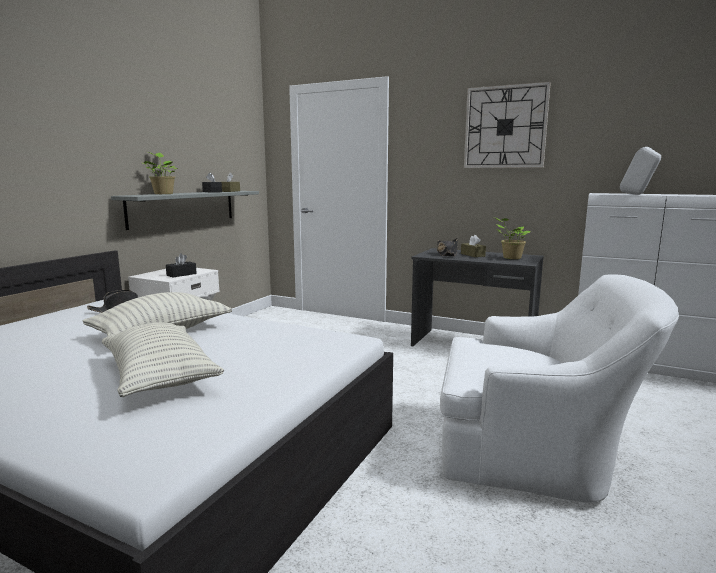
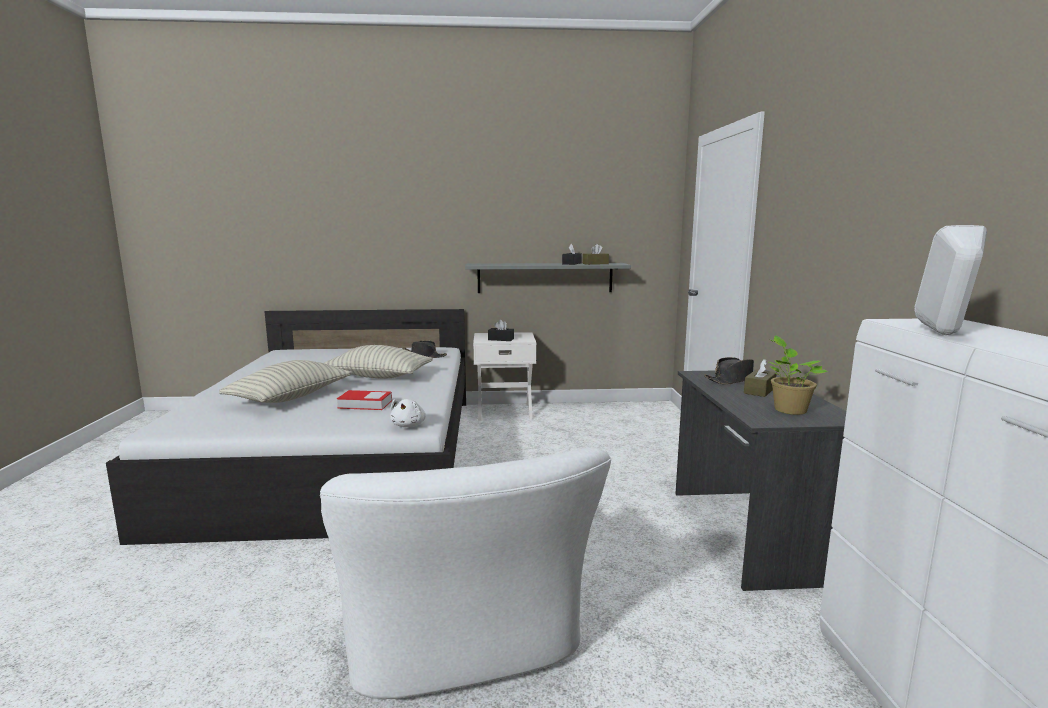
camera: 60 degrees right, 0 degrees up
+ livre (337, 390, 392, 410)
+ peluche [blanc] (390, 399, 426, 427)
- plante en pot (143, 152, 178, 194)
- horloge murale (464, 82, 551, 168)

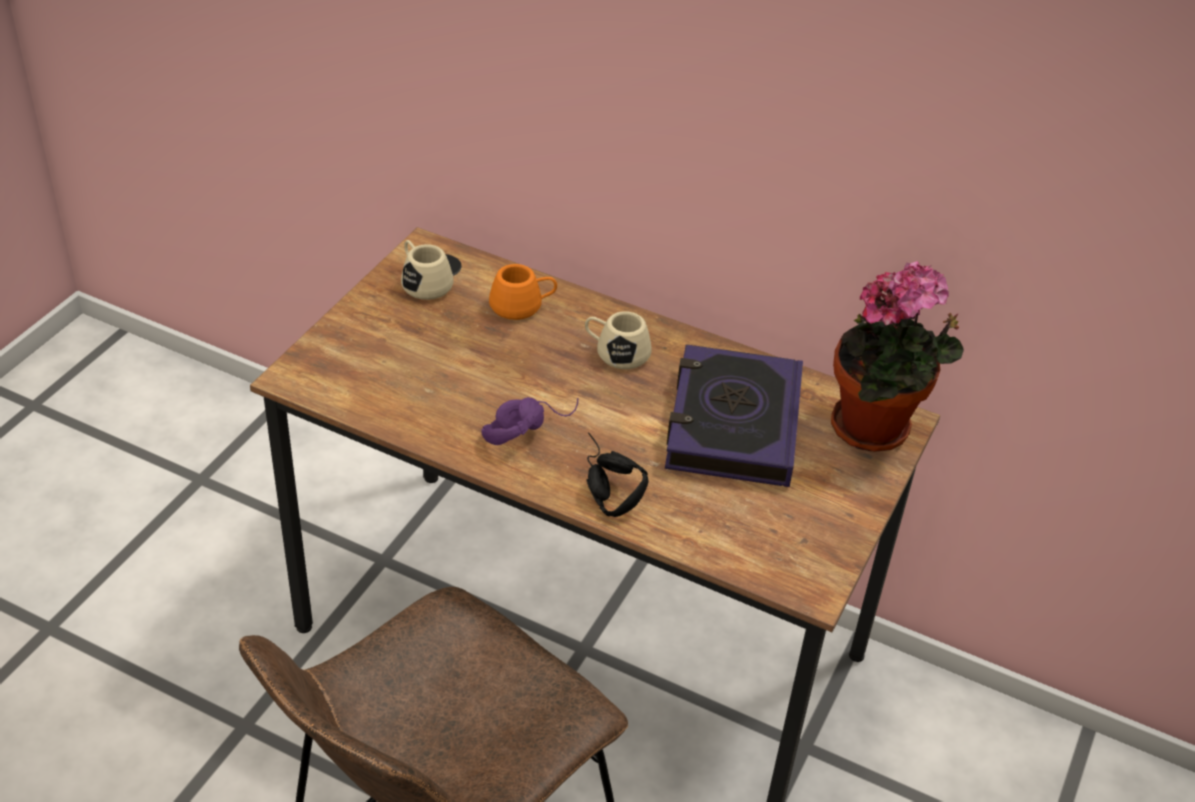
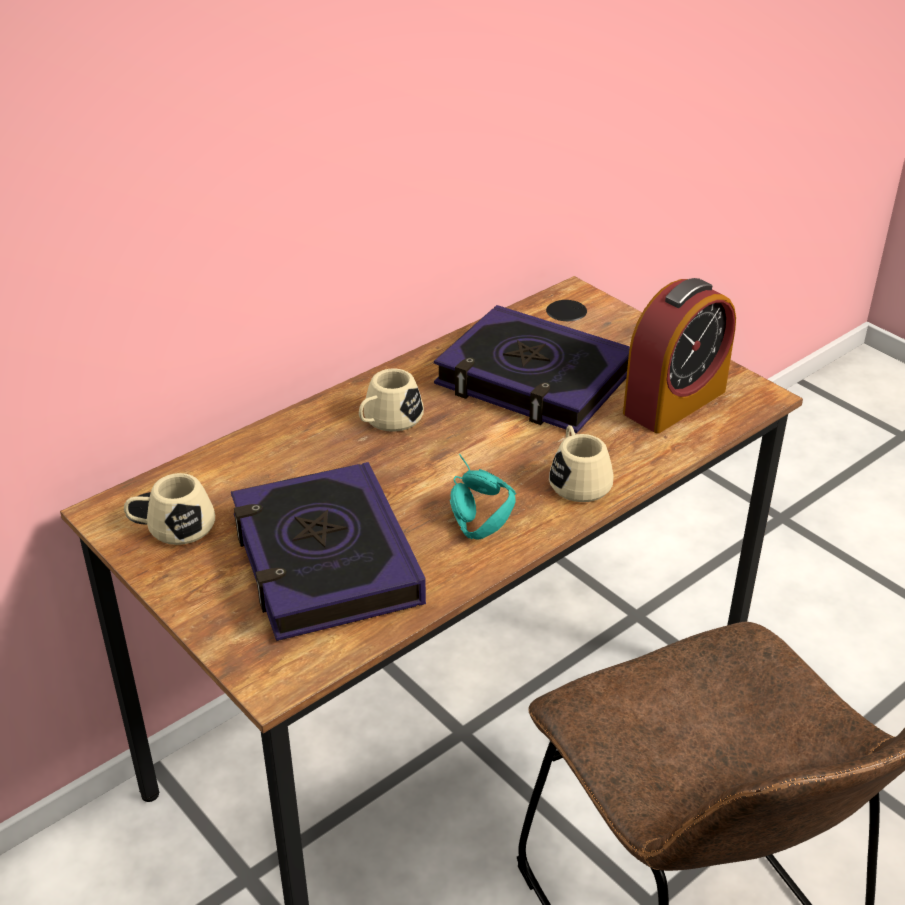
camera: 65 degrees left, 5 degrees down
+ livre (231, 462, 426, 641)
~ casque audio [violet] (481, 397, 578, 445) to casque audio [turquoise] (450, 454, 516, 539)
~ casque audio [noir] (587, 432, 649, 517) to mug [beige] (549, 425, 614, 502)
+ réveil (623, 278, 736, 433)
- mug [orange] (489, 264, 557, 320)
- plante en pot (831, 261, 964, 452)

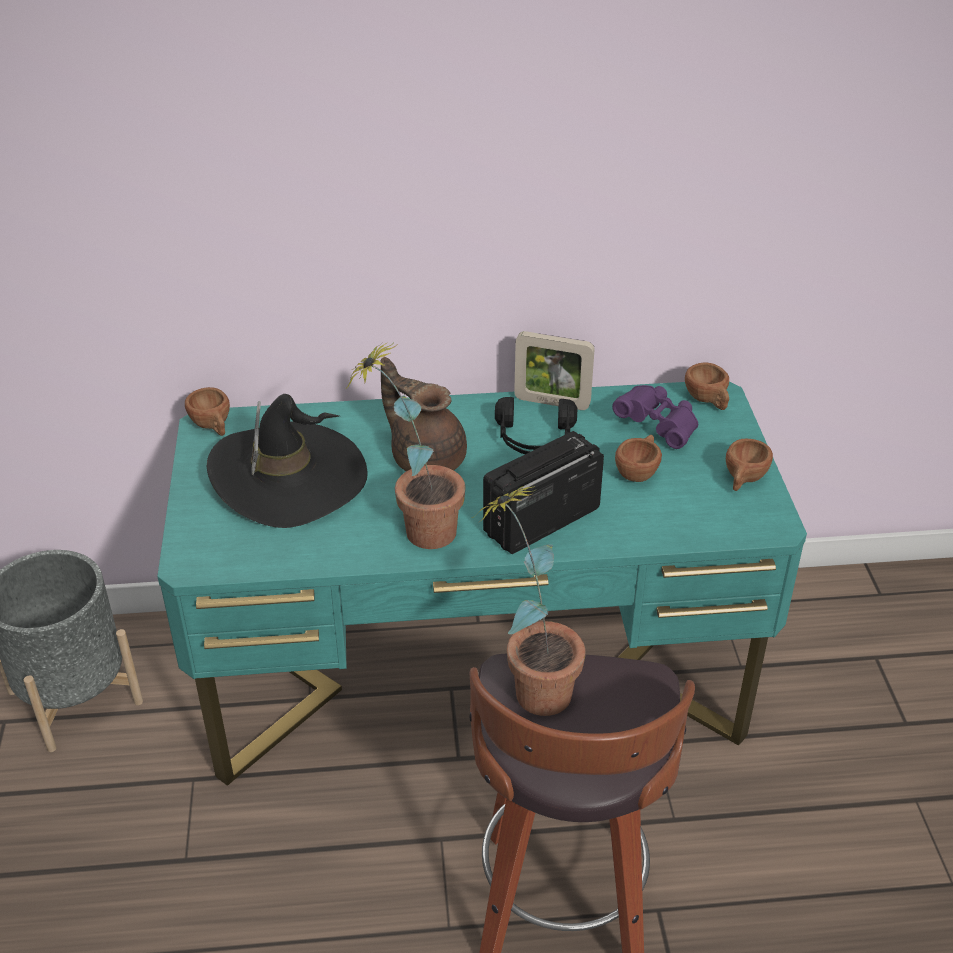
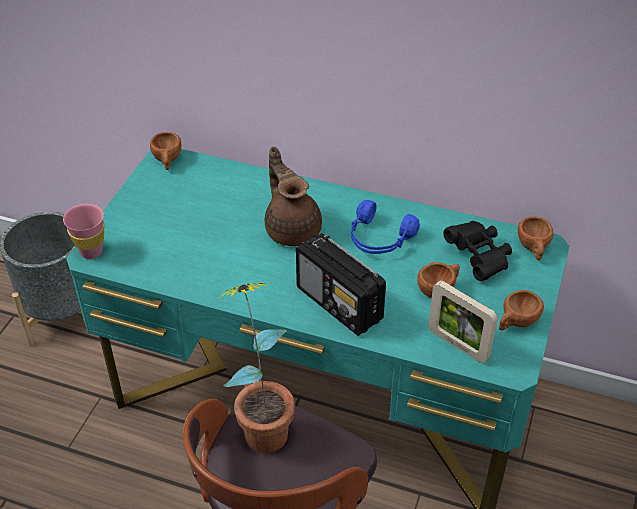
camera: 25 degrees right, 5 degrees up
+ tasse [rose] (63, 204, 104, 259)
~ radio (483, 431, 604, 554) = (296, 233, 386, 336) 120 degrees counterclockwise
~ casque audio [noir] (495, 397, 577, 454) to casque audio [bleu] (351, 200, 420, 254)
~ cadre photo (514, 331, 595, 410) to (428, 280, 498, 363)
~ jumelles [violet] (612, 385, 698, 449) to jumelles [noir] (443, 221, 512, 281)
- chapeau [noir] (207, 394, 368, 528)
- plante en pot (348, 342, 466, 549)

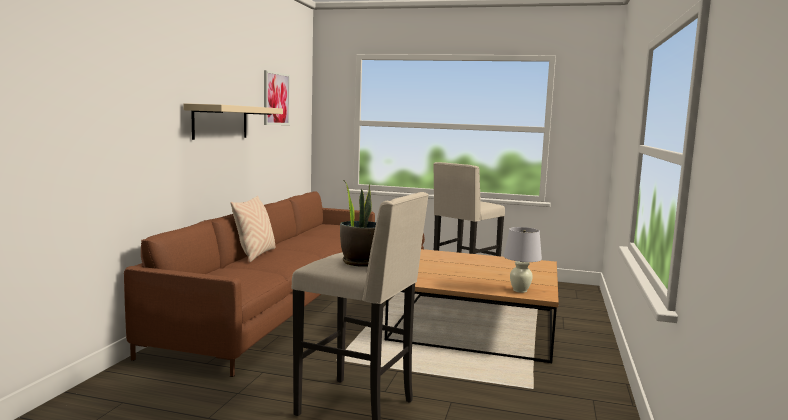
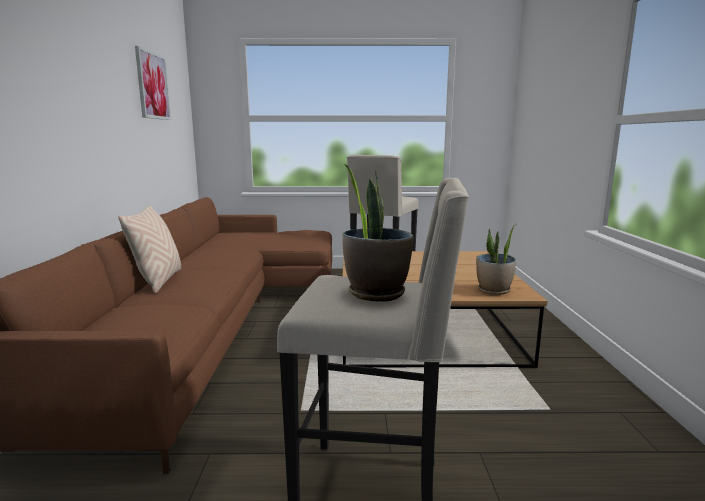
camera: 15 degrees left, 5 degrees up
~ lampe de table [blanc] (504, 227, 542, 293) to plante en pot (476, 224, 516, 295)
- étagère [beige] (183, 103, 283, 140)

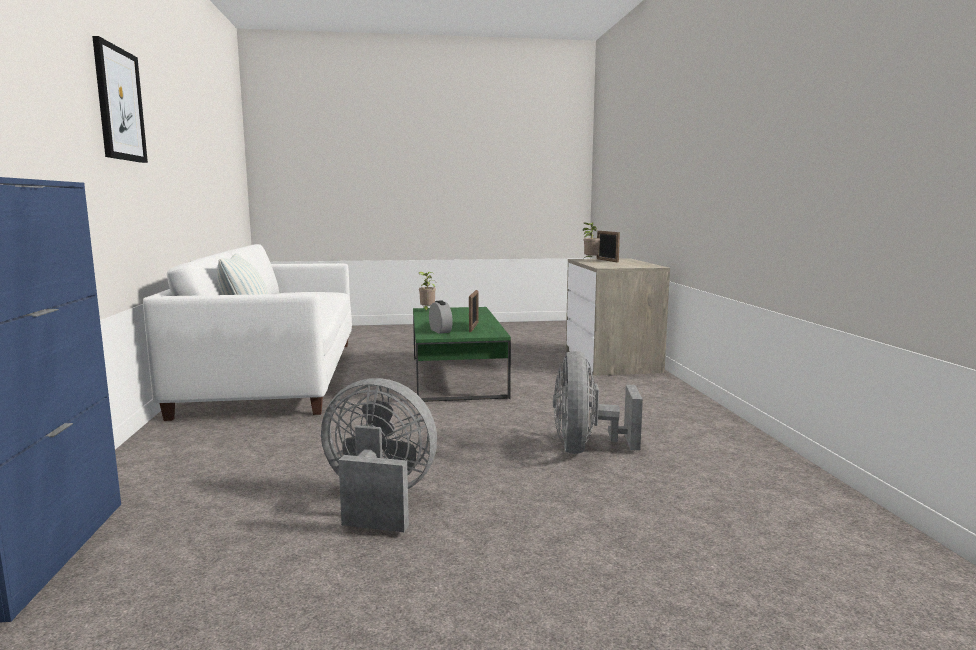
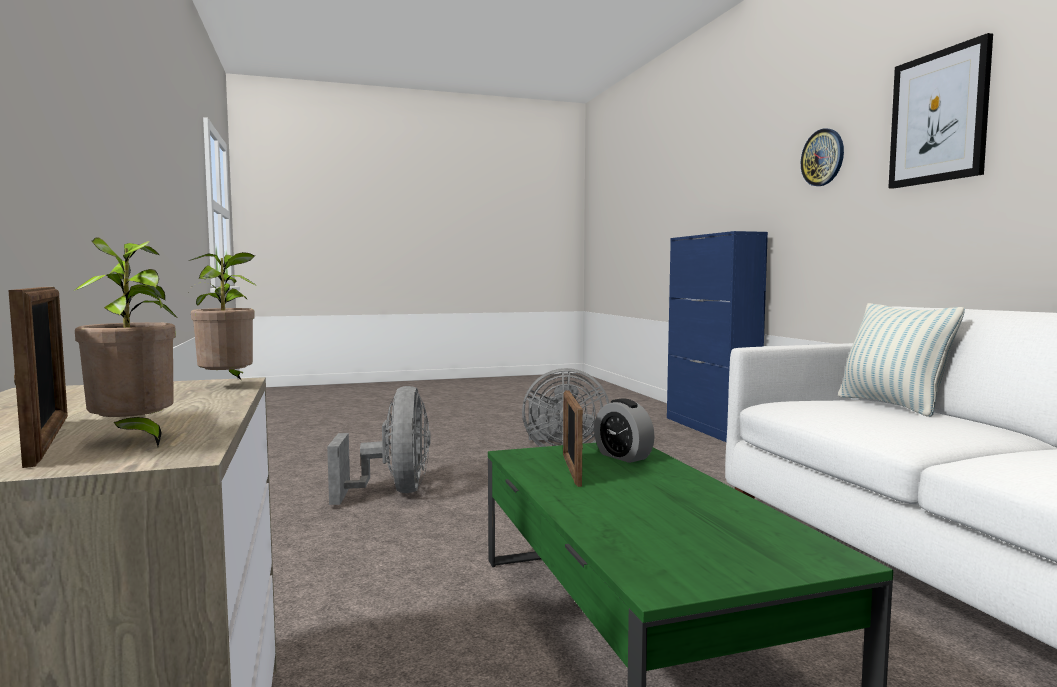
camera: 170 degrees right, 5 degrees down
~ plante en pot (419, 272, 436, 312) to (188, 252, 255, 380)
+ horloge murale (801, 129, 844, 186)

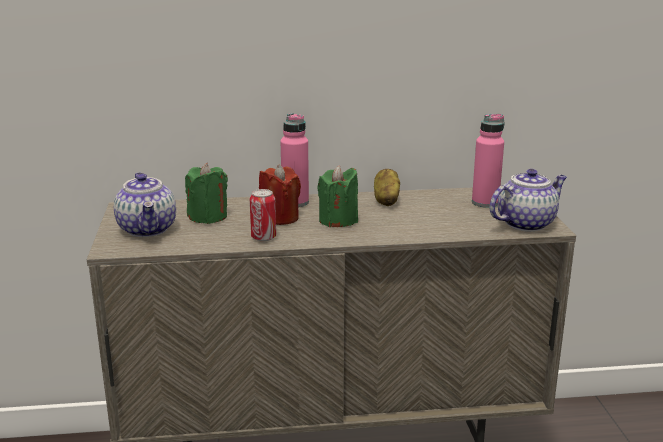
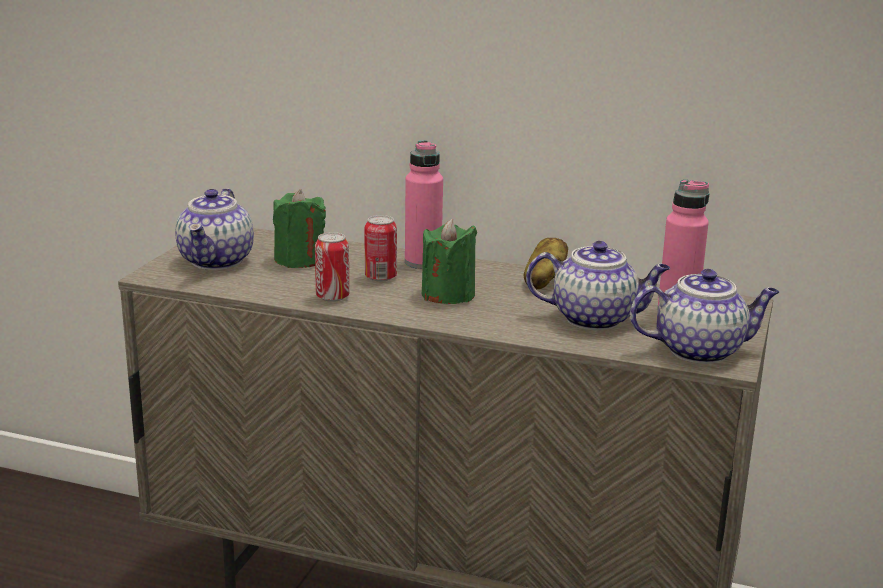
camera: 25 degrees right, 0 degrees up
~ bougie [rouge] (259, 164, 301, 225) to boîte métallique (364, 215, 397, 282)
+ théière (526, 241, 670, 330)

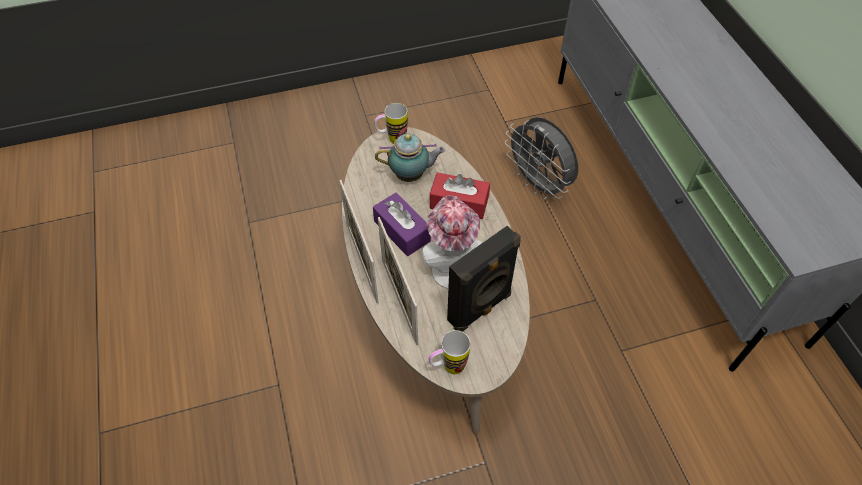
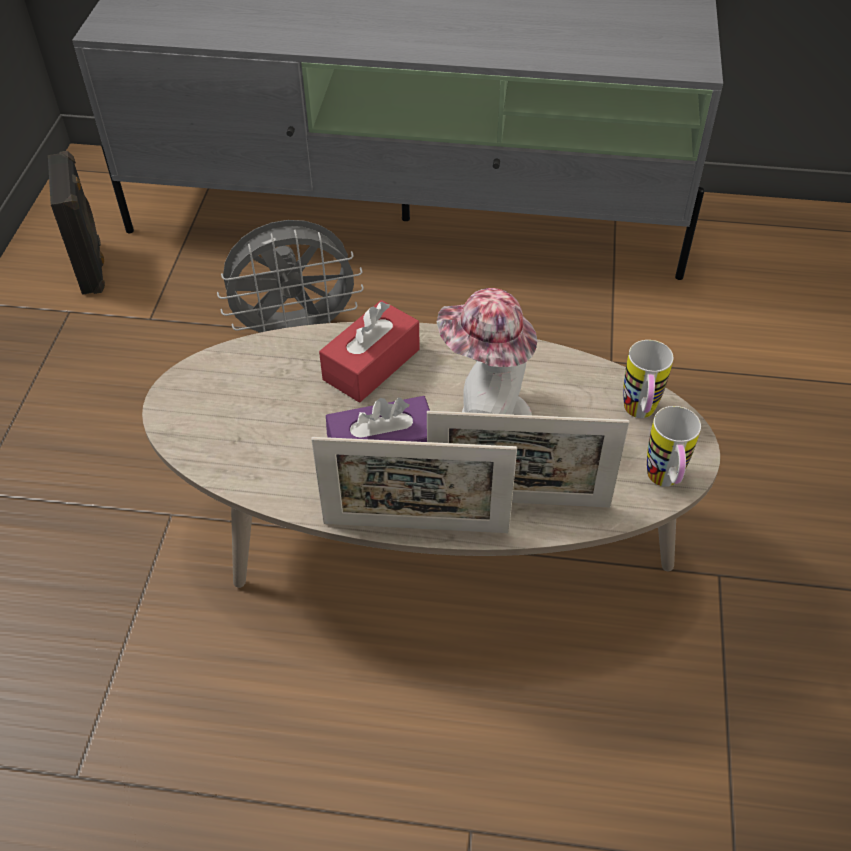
camera: 65 degrees left, 5 degrees down
~ enceinte [noir] (447, 226, 521, 332) to (48, 151, 105, 295)
~ mug (374, 103, 408, 144) to (623, 340, 673, 418)
- théière (375, 133, 445, 182)

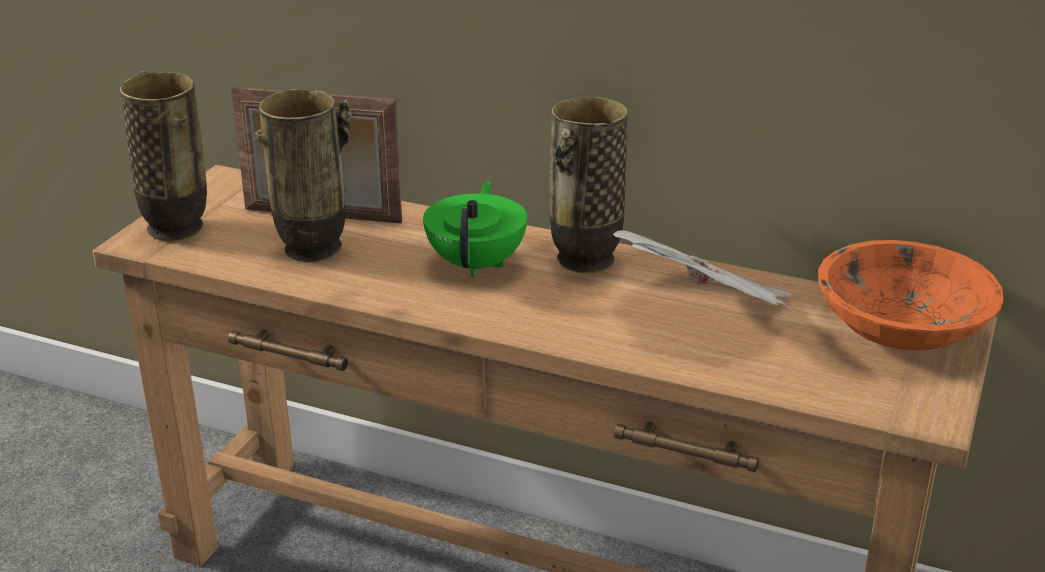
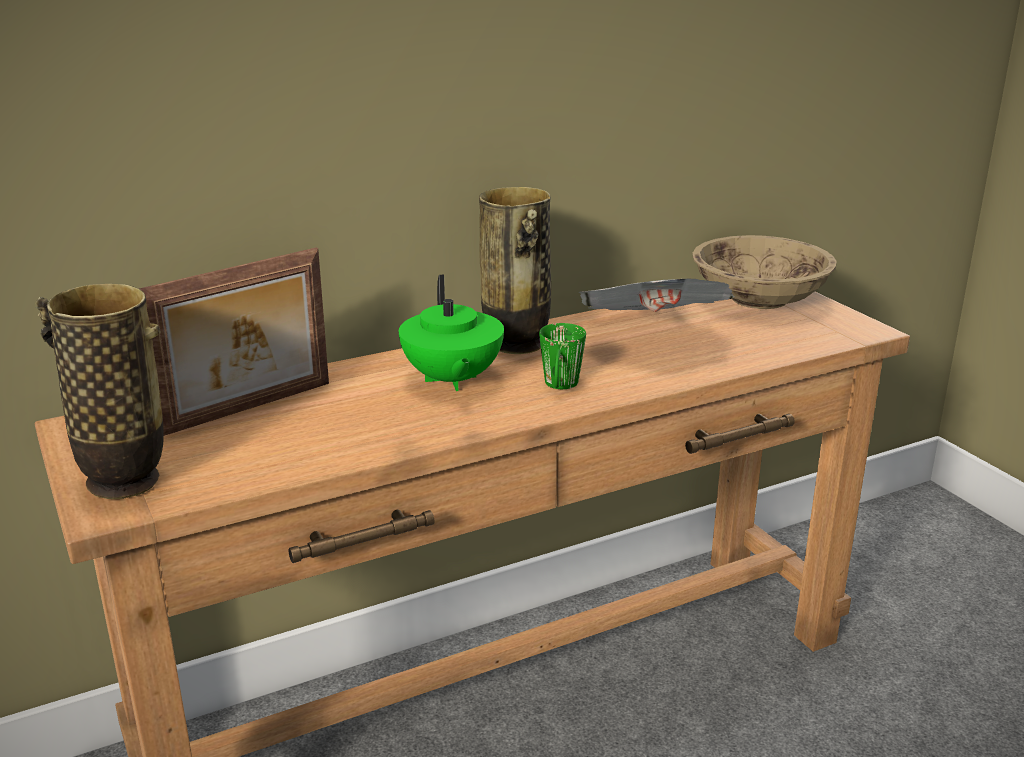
camera: 50 degrees left, 5 degrees down
~ théière [vert] (423, 181, 527, 277) = (399, 275, 504, 391) 150 degrees counterclockwise
+ mug [vert] (539, 323, 586, 389)
~ bol [orange] (818, 240, 1004, 351) to bol [beige] (692, 235, 837, 309)
- vase (254, 89, 352, 262)

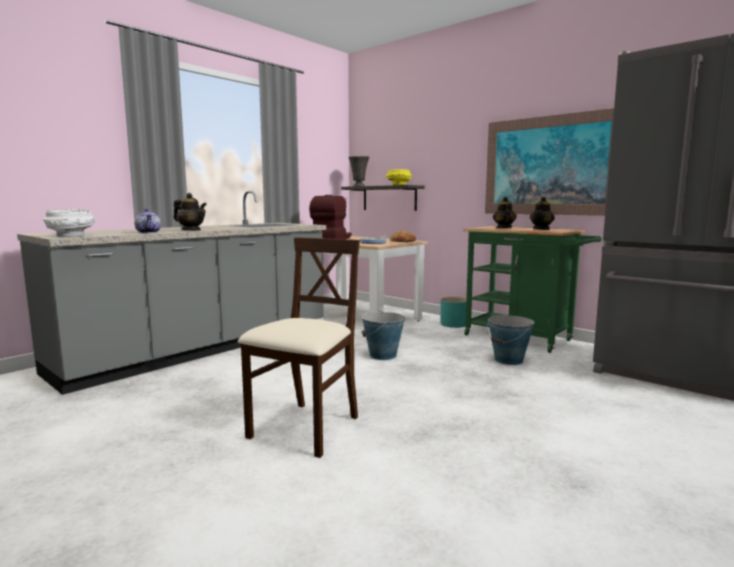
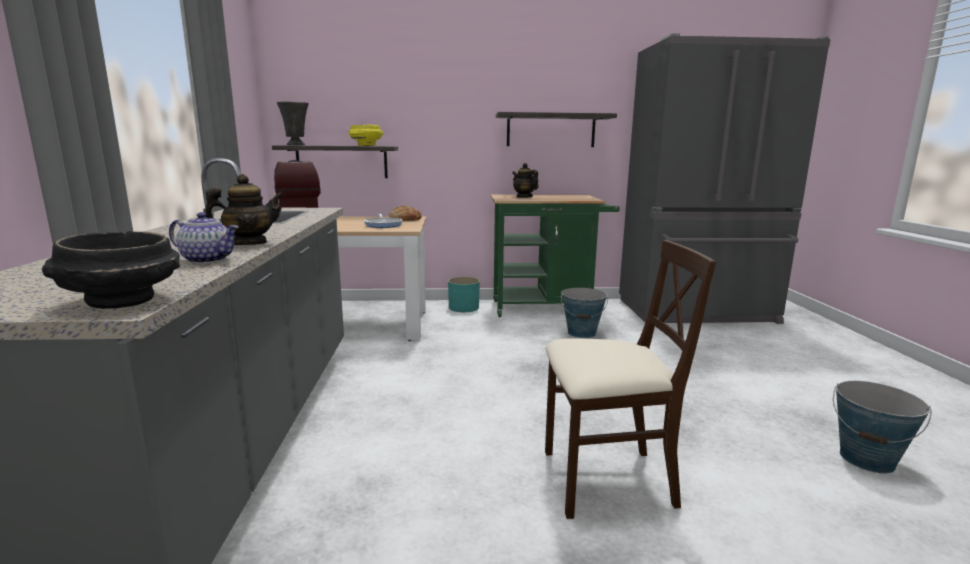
camera: 45 degrees left, 5 degrees up
~ bol [blanc] (43, 209, 96, 237) to bol [noir] (42, 231, 180, 309)
~ tableau (485, 108, 614, 216) to étagère (496, 112, 617, 147)
~ chaise [beige] (238, 237, 360, 458) = (545, 240, 716, 519) 105 degrees clockwise
~ seau (362, 310, 405, 360) to (833, 381, 932, 473)
- théière (530, 196, 555, 230)

